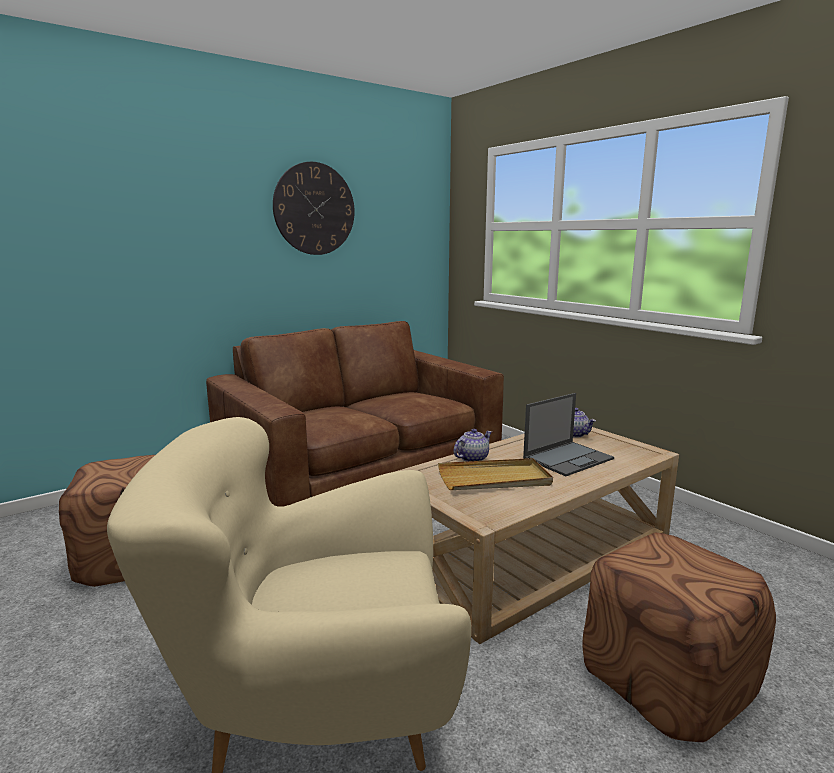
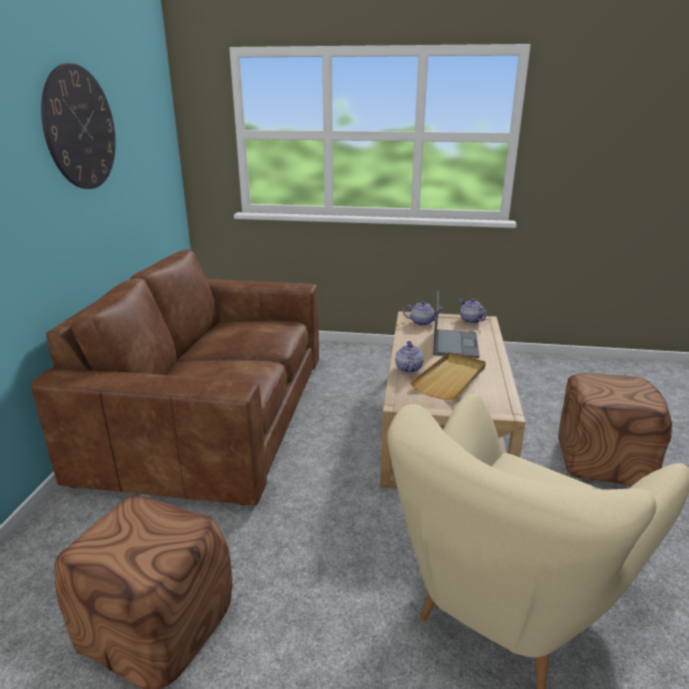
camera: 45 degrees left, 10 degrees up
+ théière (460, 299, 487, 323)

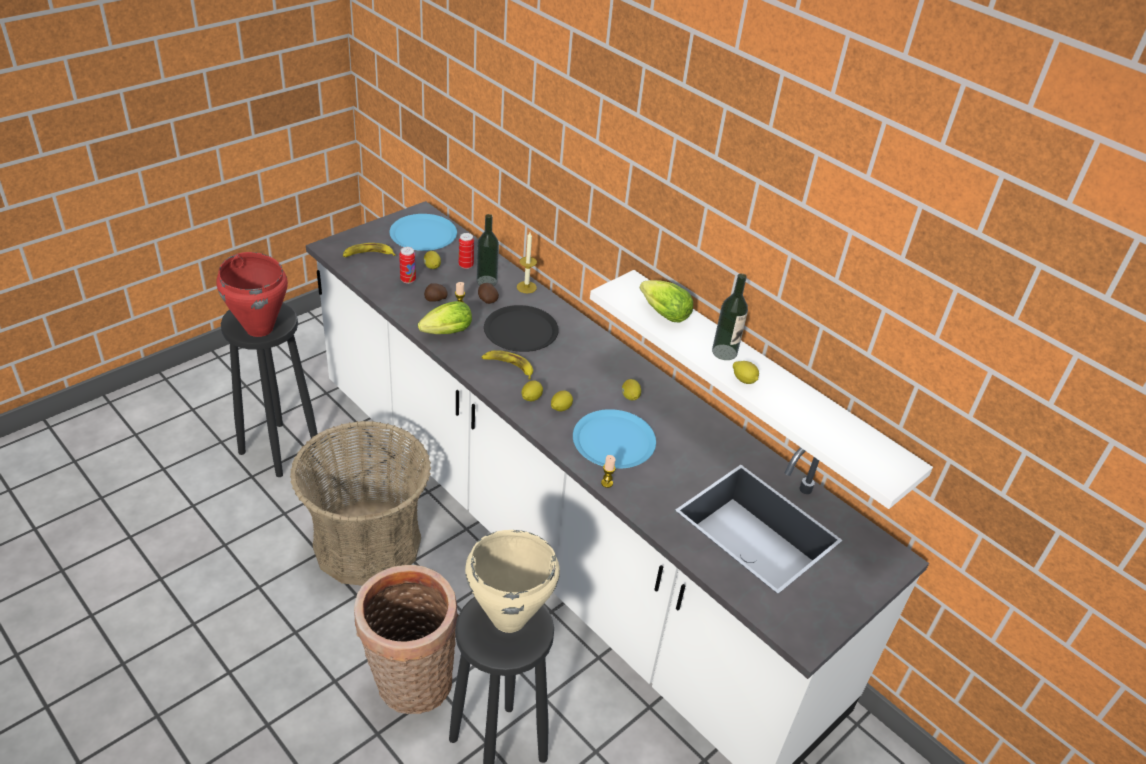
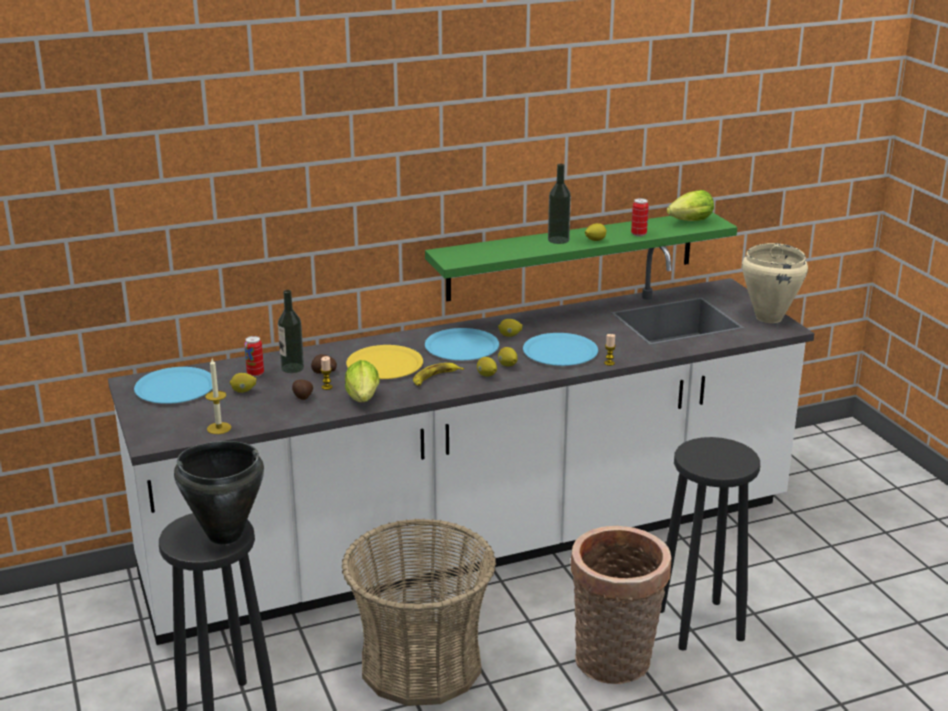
camera: 65 degrees left, 15 degrees down
~ marmite [rouge] (216, 252, 288, 337) to marmite [noir] (174, 441, 264, 544)
~ bougie (517, 233, 537, 293) to (205, 359, 231, 434)
~ assiette [noir] (484, 305, 559, 352) to assiette [jaune] (346, 345, 423, 379)
~ étagère [blanc] (590, 270, 933, 509) to étagère [vert] (425, 212, 737, 301)
+ assiette [bleu] (425, 328, 499, 361)
~ boîte métallique (399, 247, 416, 284) to (631, 198, 649, 237)
~ laitue (640, 280, 693, 323) to (667, 190, 714, 221)
~ marmite [beige] (465, 530, 560, 633) to (742, 243, 808, 323)
- banane (343, 243, 396, 257)

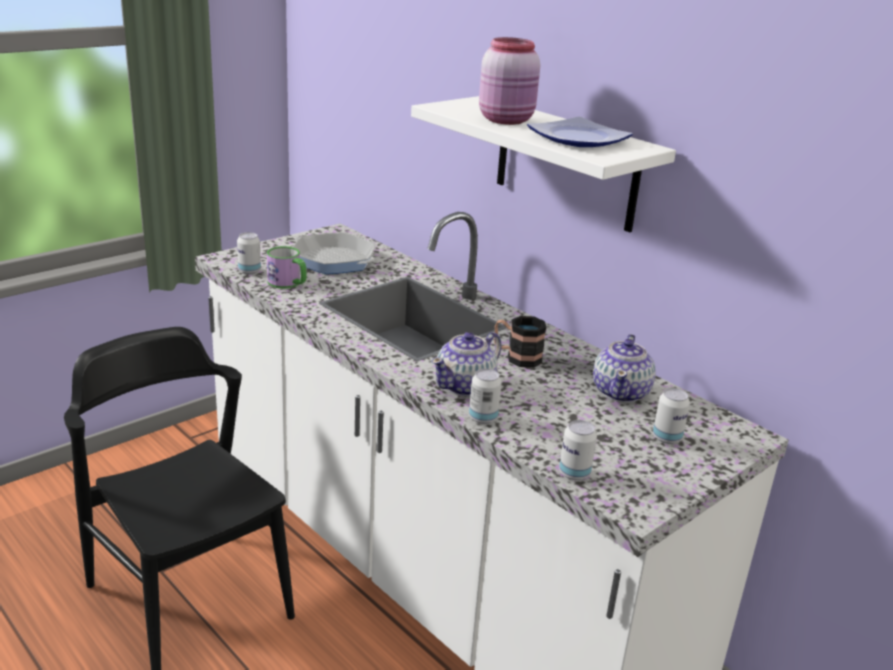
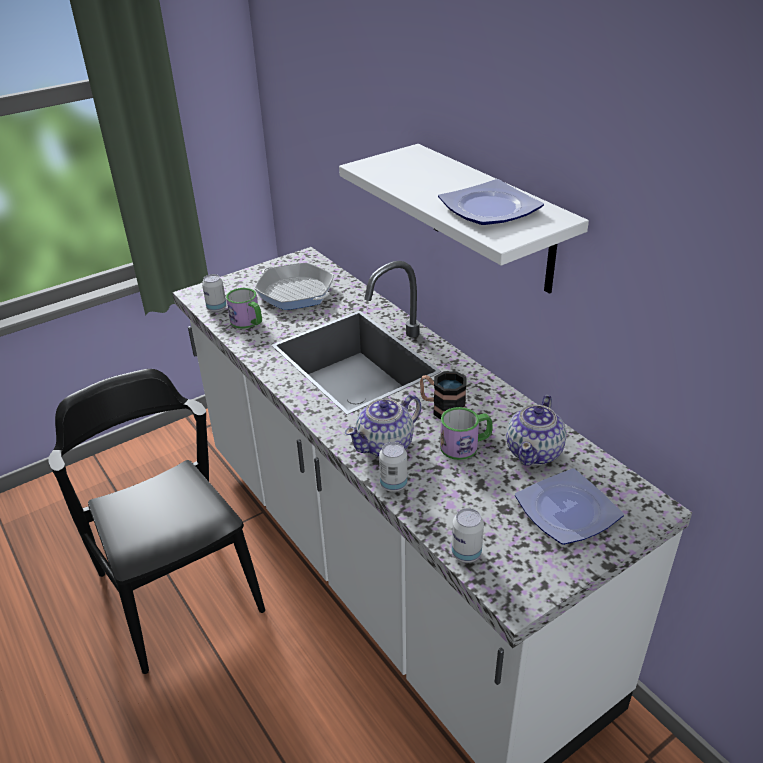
camera: 10 degrees right, 10 degrees up
+ mug (440, 407, 492, 460)
~ boîte métallique (653, 388, 690, 444) to assiette (515, 468, 624, 545)
- bocal [rose] (479, 37, 540, 125)

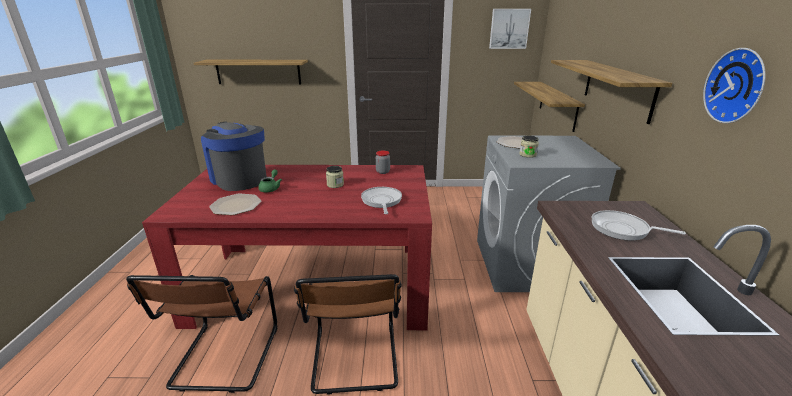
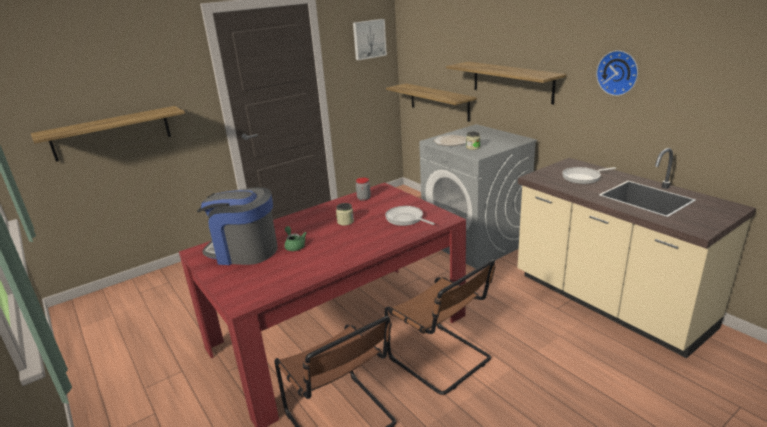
camera: 35 degrees left, 0 degrees up
- assiette (209, 193, 261, 215)

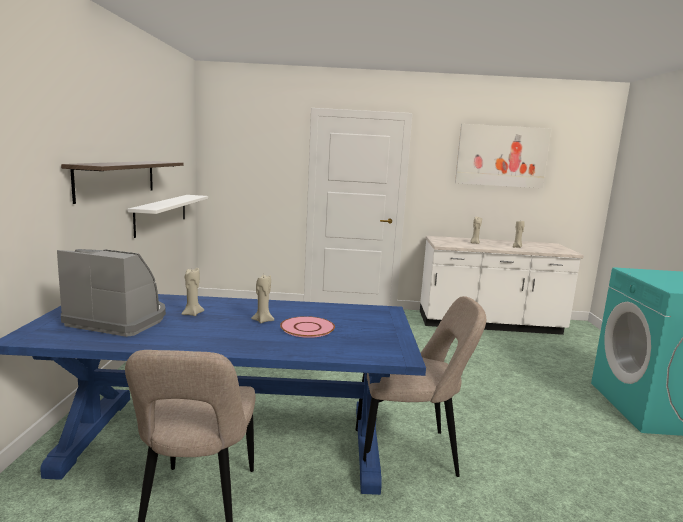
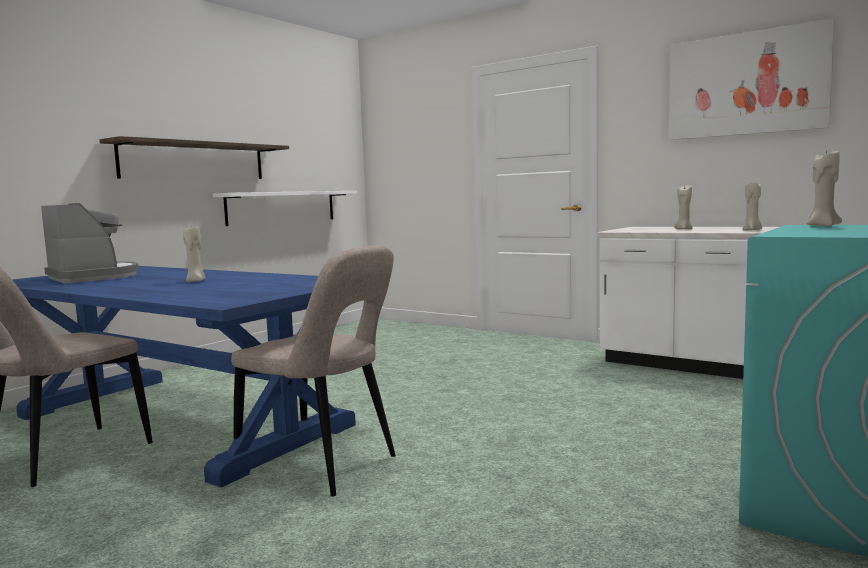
camera: 35 degrees right, 5 degrees down
~ bougie [beige] (182, 268, 204, 316) to (806, 149, 842, 227)
- assiette [rose] (280, 316, 335, 338)

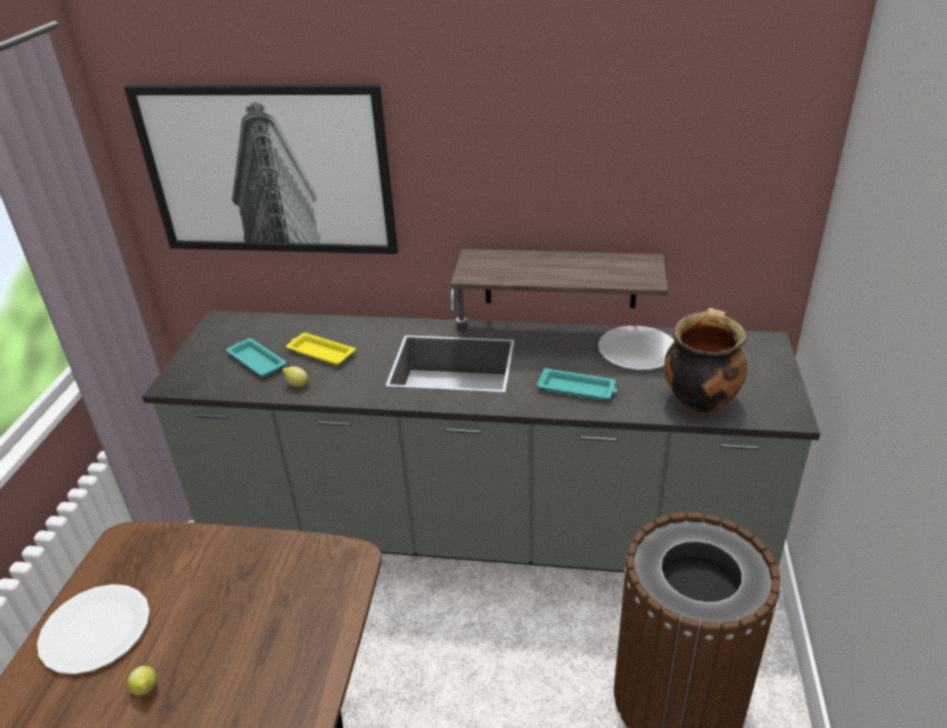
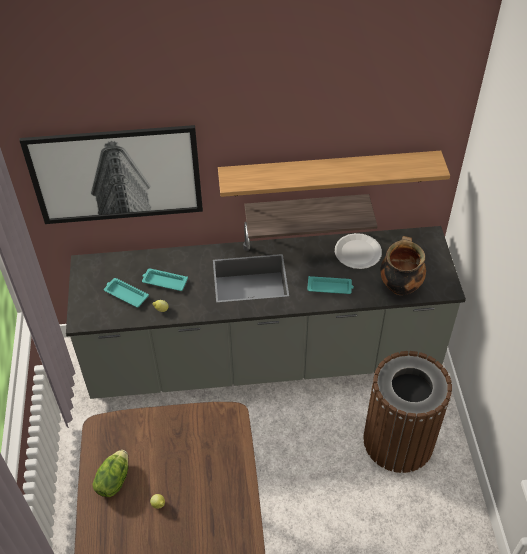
camera: 15 degrees left, 15 degrees up
~ assiette [blanc] (37, 584, 150, 674) to laitue (92, 450, 128, 497)
~ plateau [jaune] (286, 333, 356, 365) to plateau [turquoise] (142, 268, 188, 291)
+ étagère (218, 151, 450, 197)

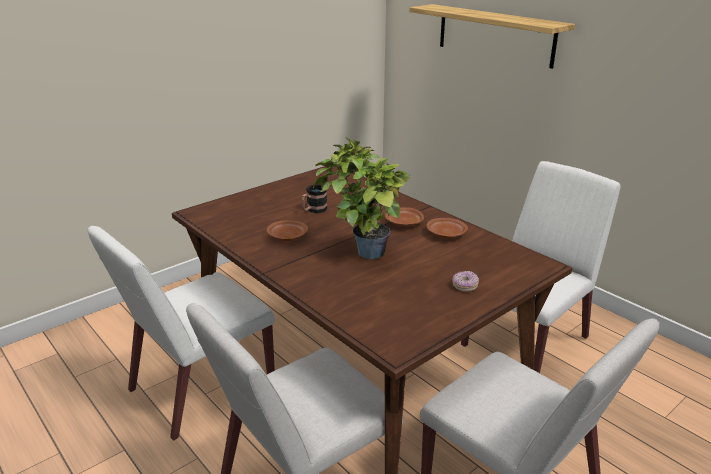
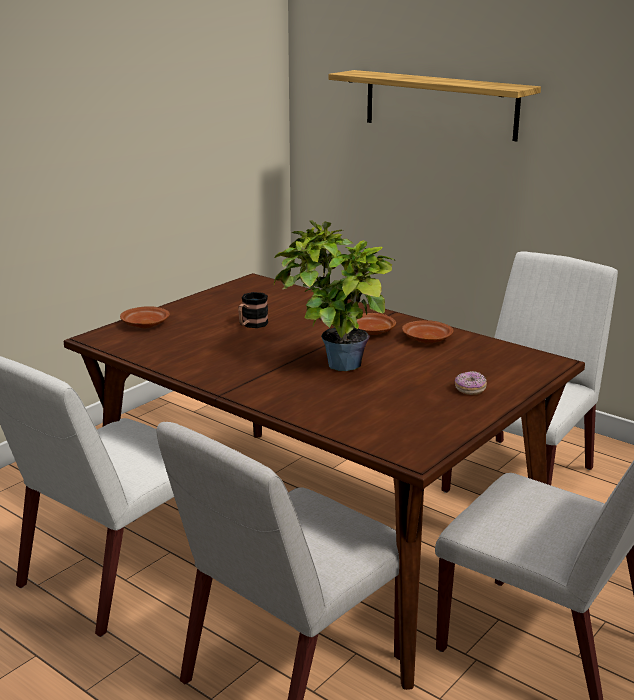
camera: 10 degrees left, 5 degrees down
~ assiette [marron] (267, 220, 308, 241) to (120, 306, 170, 328)

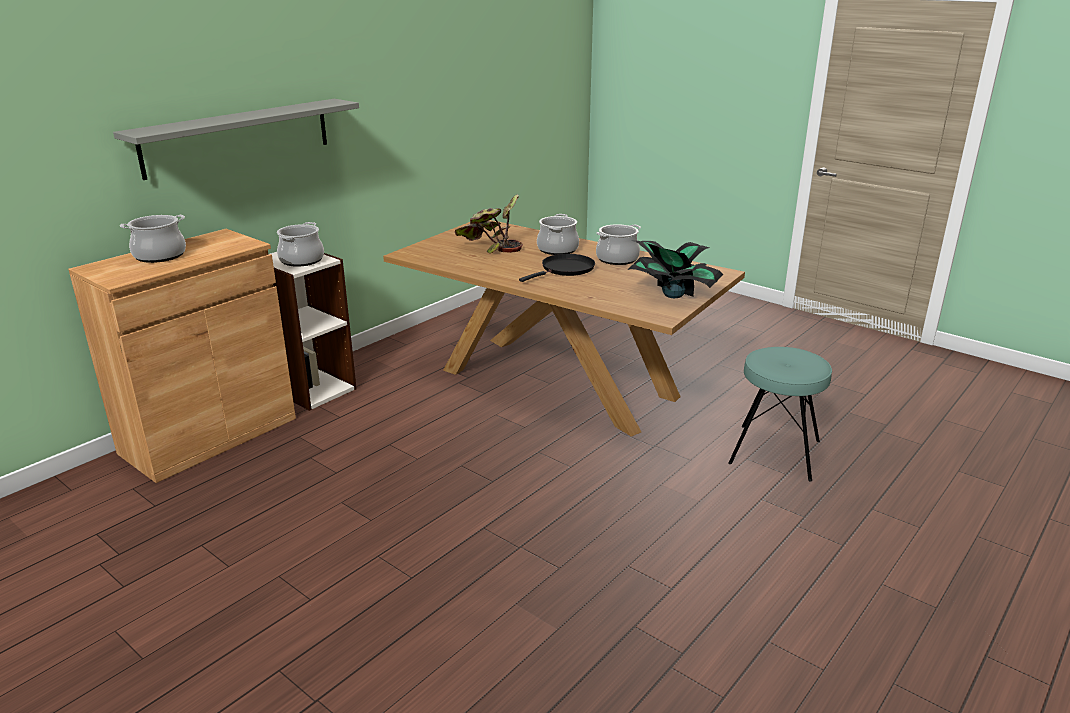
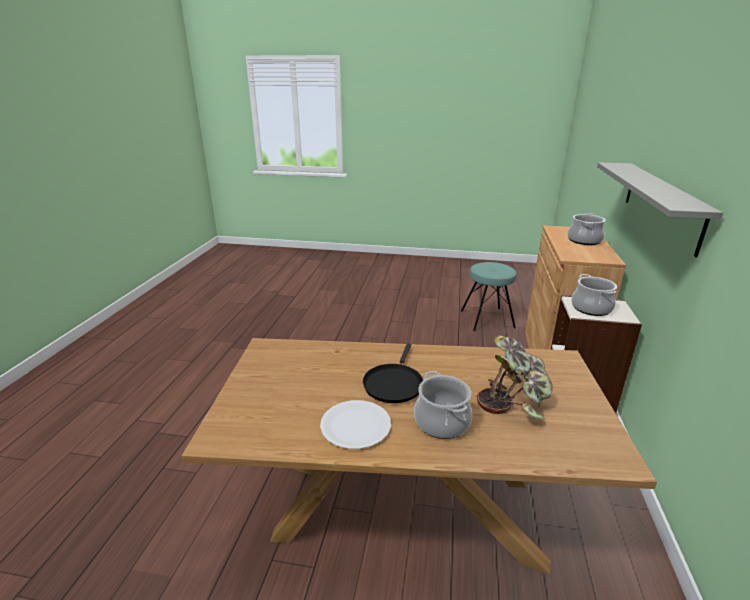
camera: 150 degrees right, 0 degrees up
~ marmite (596, 224, 641, 265) to assiette [blanc] (320, 400, 391, 449)
~ tabouret [turquoise] (728, 347, 832, 482) to (461, 262, 516, 331)
- plante en pot (627, 241, 723, 298)

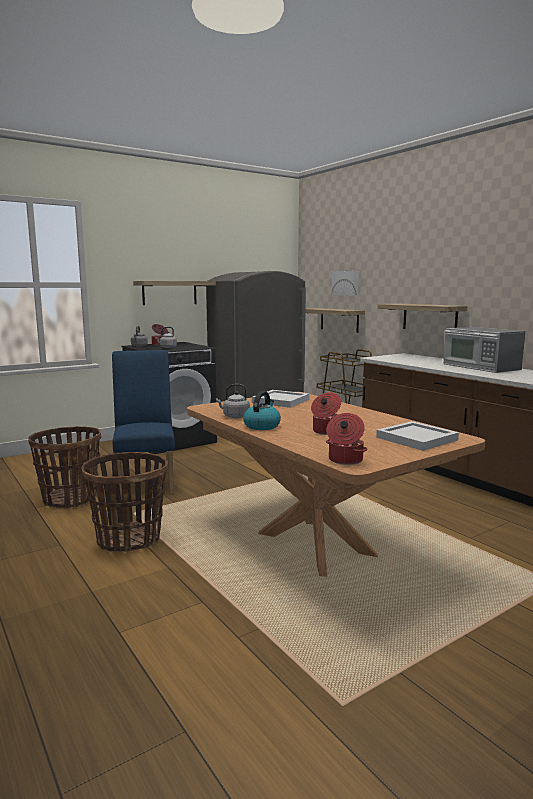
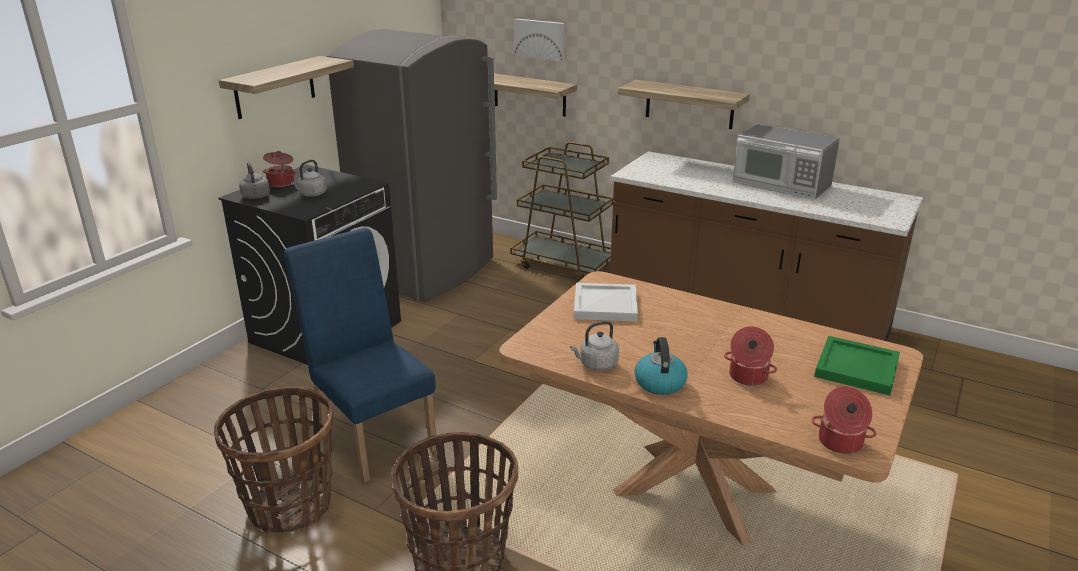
camera: 25 degrees left, 15 degrees up
~ plateau [blanc] (376, 421, 459, 451) to plateau [vert] (814, 336, 900, 395)

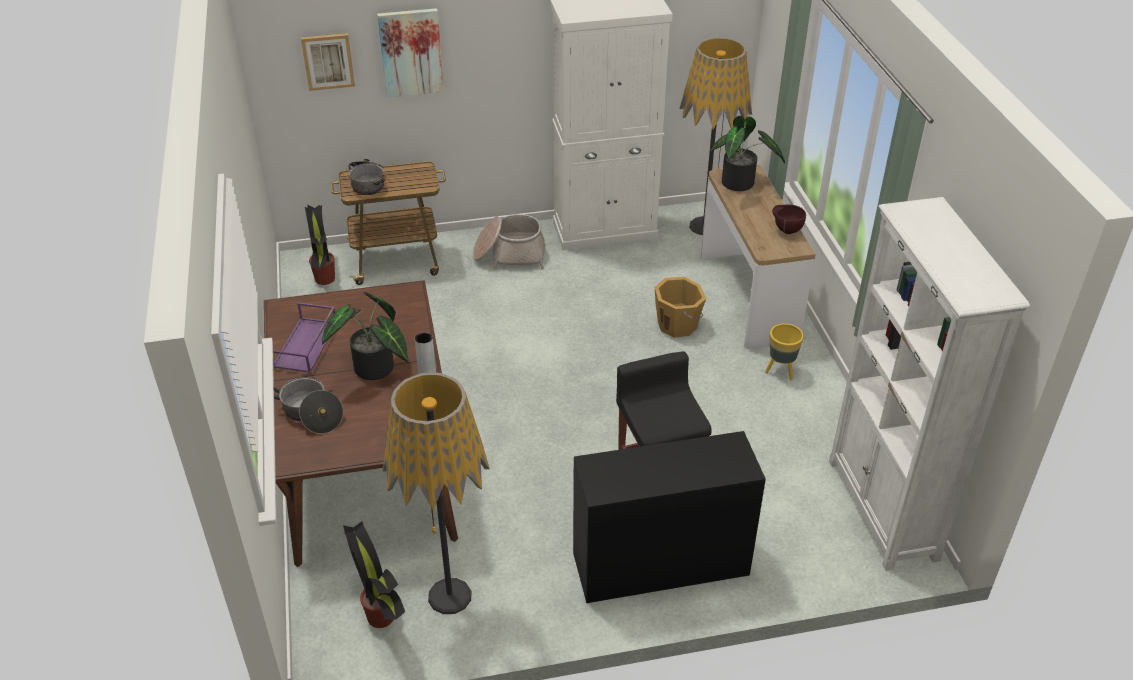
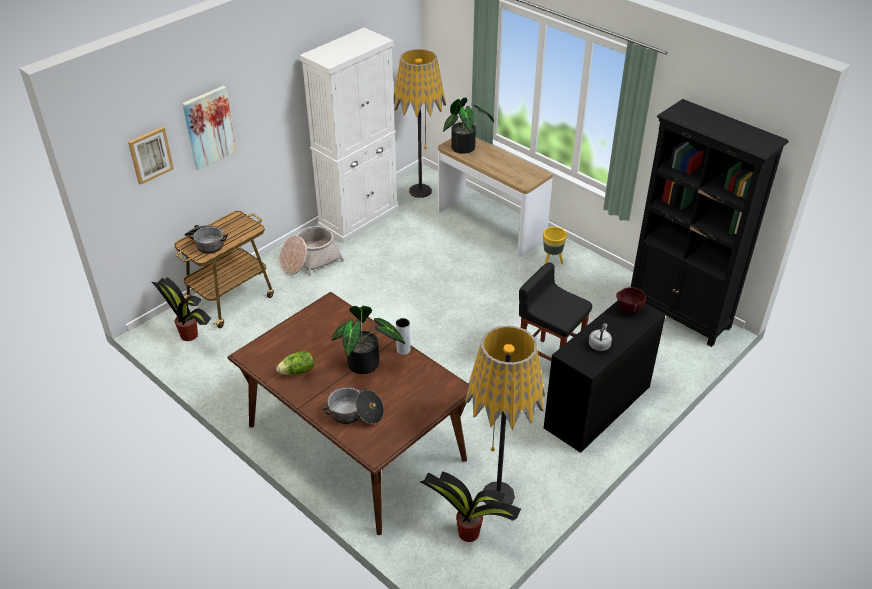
camera: 35 degrees left, 0 degrees up
~ plateau [violet] (273, 302, 335, 373) to laitue (276, 351, 314, 375)
+ bouilloire [gris] (589, 323, 612, 351)
~ bol [marron] (772, 205, 806, 234) to (616, 287, 646, 313)
~ bibliothèque [blanc] (829, 197, 1030, 570) to bibliothèque [noir] (631, 99, 789, 347)
- seau [orange] (655, 277, 706, 338)

